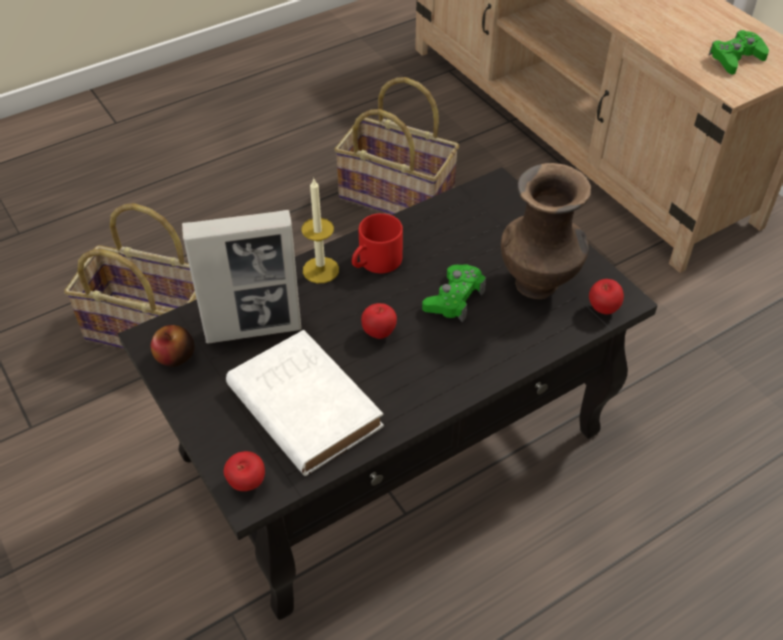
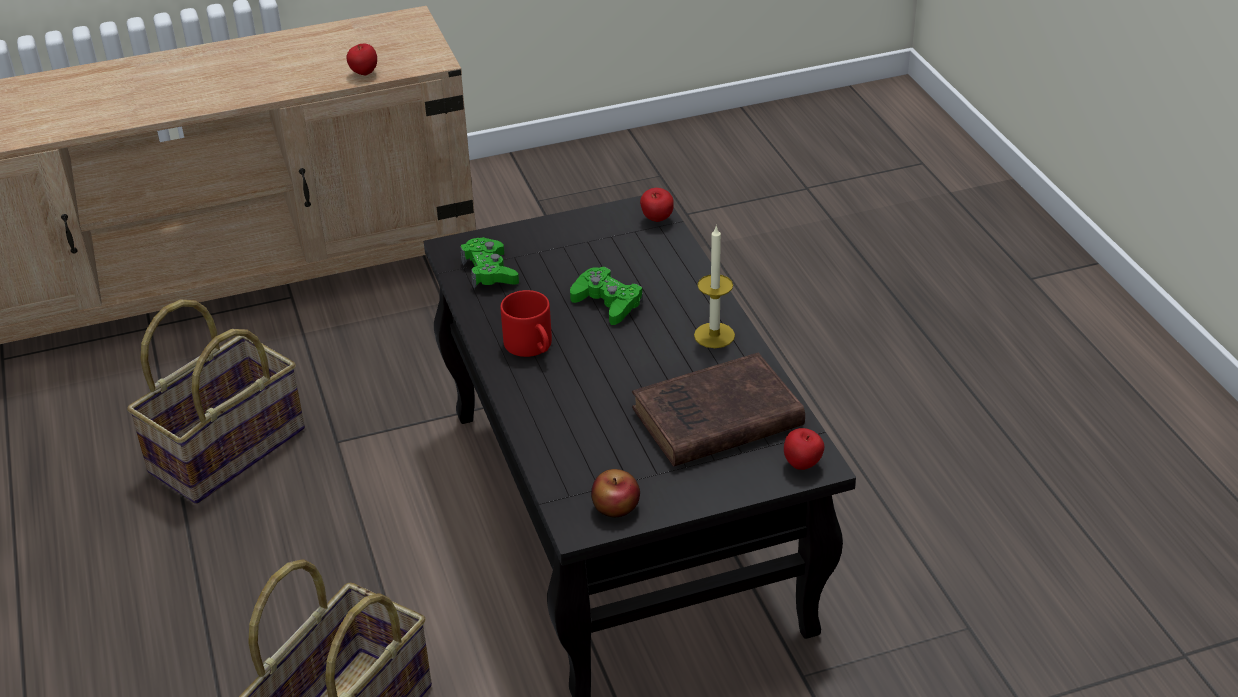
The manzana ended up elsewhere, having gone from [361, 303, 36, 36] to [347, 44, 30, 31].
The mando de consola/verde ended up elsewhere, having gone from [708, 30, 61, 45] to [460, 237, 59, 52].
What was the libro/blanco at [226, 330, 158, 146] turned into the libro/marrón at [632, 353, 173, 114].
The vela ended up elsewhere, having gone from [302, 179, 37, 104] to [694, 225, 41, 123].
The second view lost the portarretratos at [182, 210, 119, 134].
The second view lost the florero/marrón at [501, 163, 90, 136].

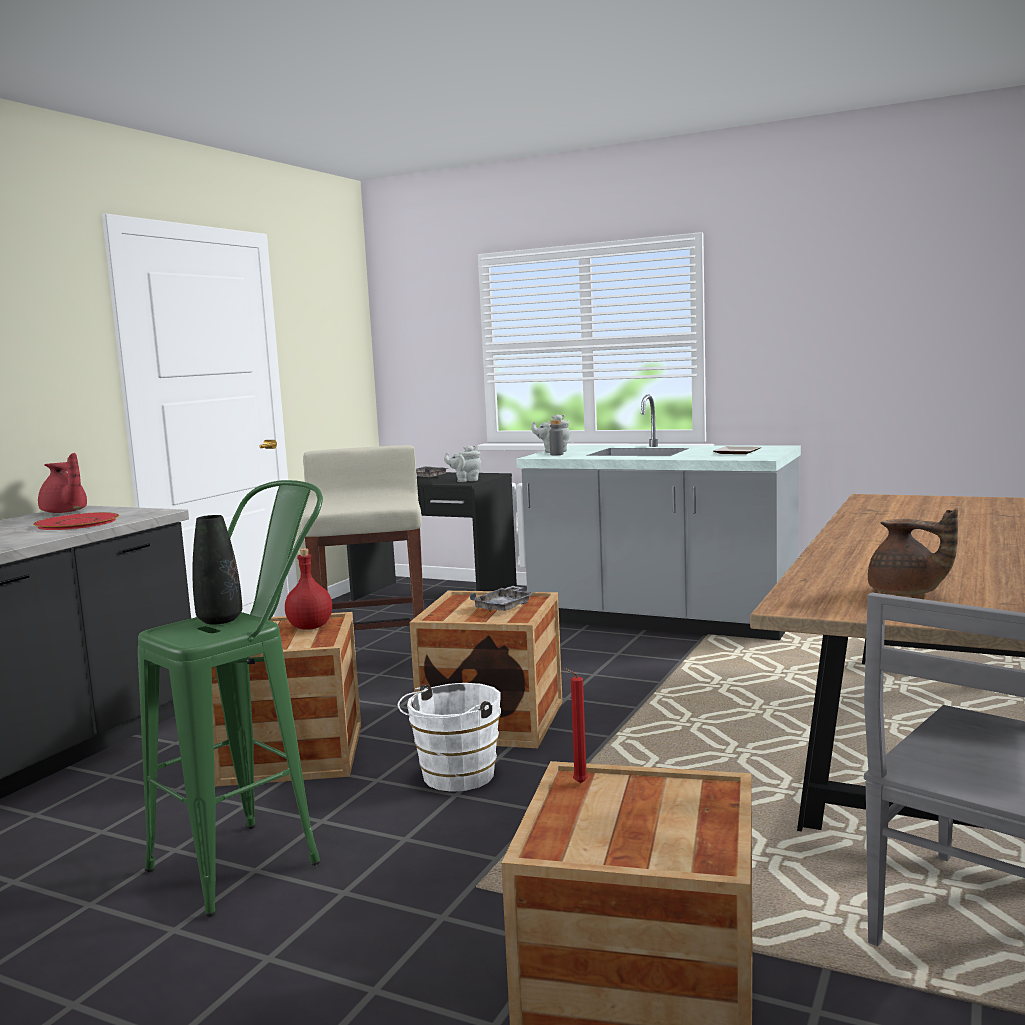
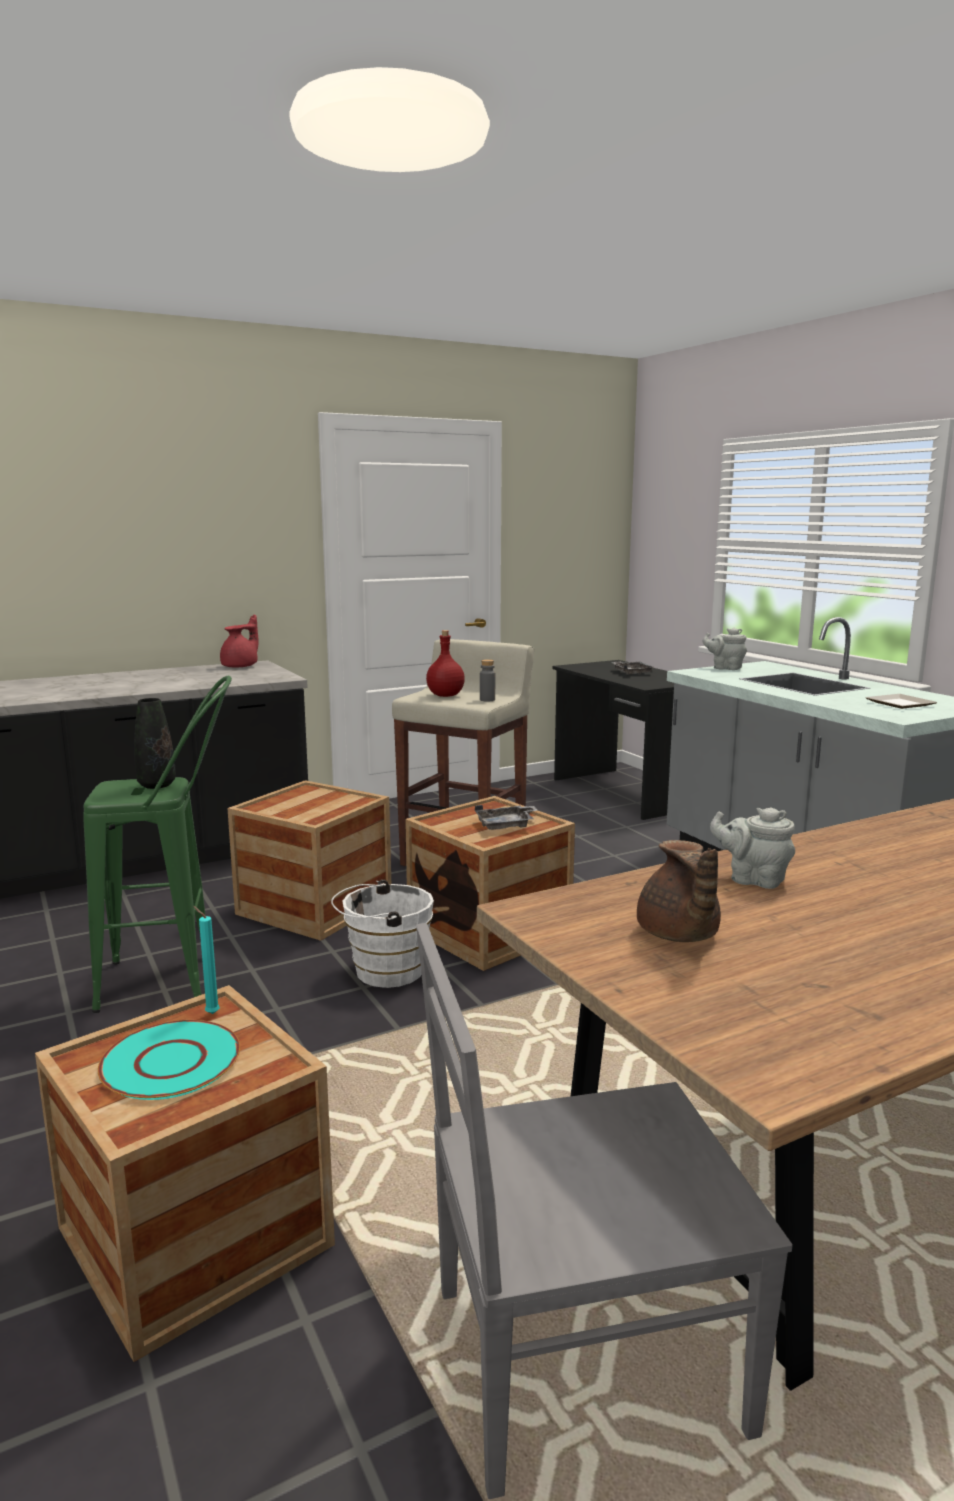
The second view gained the plato/turquesa at [98, 1020, 142, 80].
What was the vela/rojo at [564, 668, 24, 115] turned into the vela/turquesa at [193, 906, 27, 108].
The tetera/rojo at [38, 453, 49, 60] ended up facing another way, 135 degrees counterclockwise from before.
The botella/rojo ended up elsewhere, having gone from [285, 548, 47, 82] to [426, 630, 39, 67].
The botella/gris ended up elsewhere, having gone from [549, 420, 15, 35] to [480, 659, 15, 43].
The tetera/gris ended up elsewhere, having gone from [444, 445, 38, 37] to [710, 807, 85, 82].
The second view lost the plato/rojo at [33, 512, 86, 18].

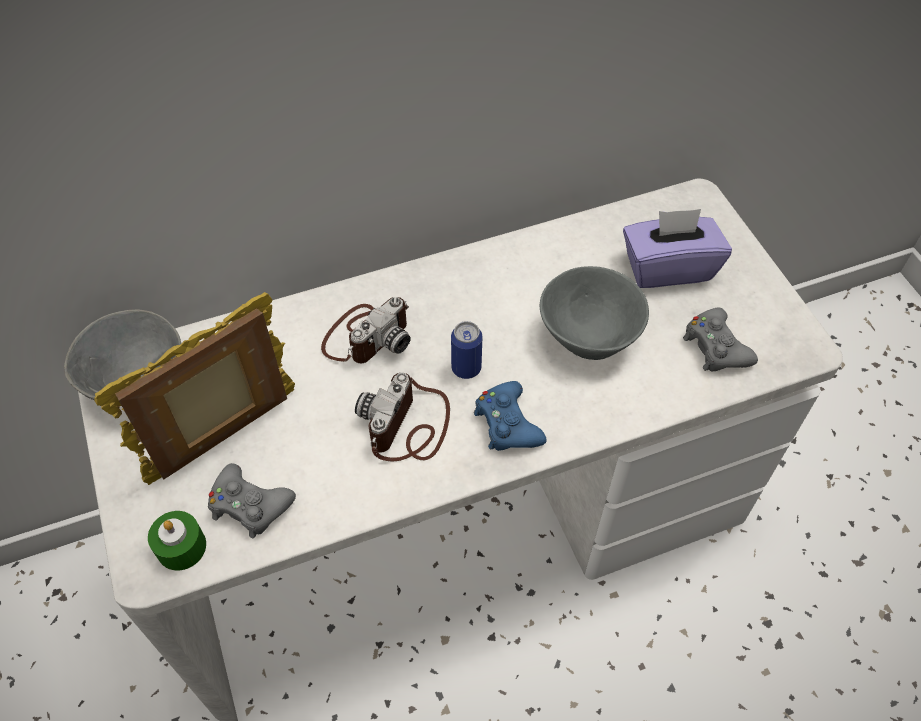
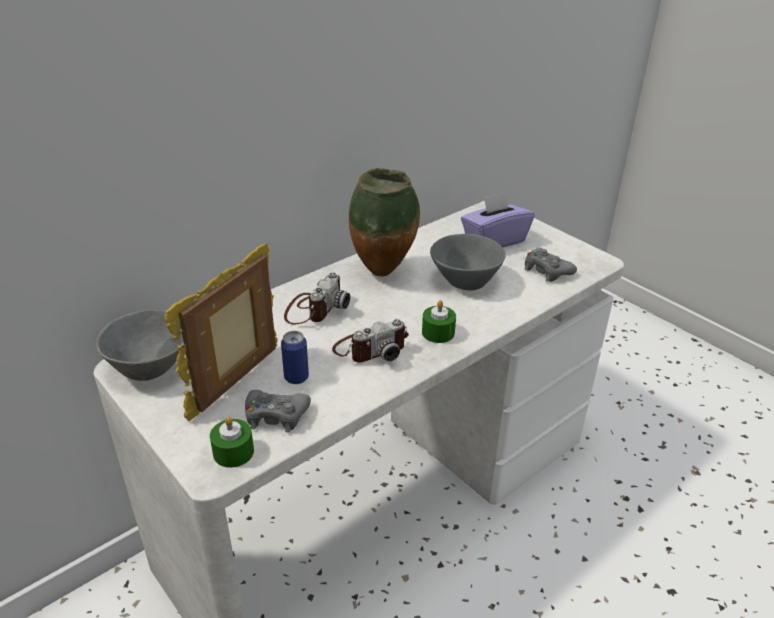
The lata ended up elsewhere, having gone from [451, 321, 31, 58] to [281, 331, 28, 53].
The cámara at [355, 373, 95, 88] ended up facing another way, 120 degrees counterclockwise from before.
The second view gained the florero at [349, 168, 71, 109].
Where the mando de consola/azul stood at [474, 381, 72, 70], the vela/verde came to stand at [422, 300, 34, 43].

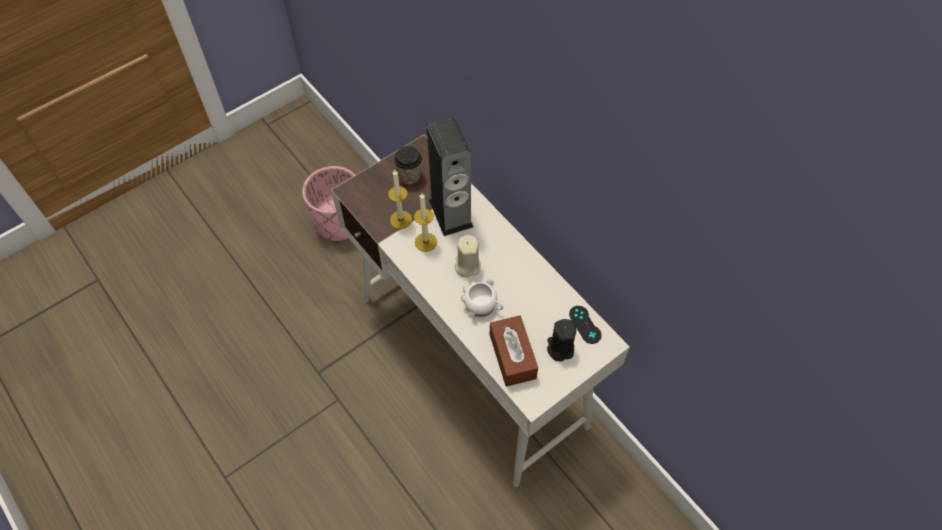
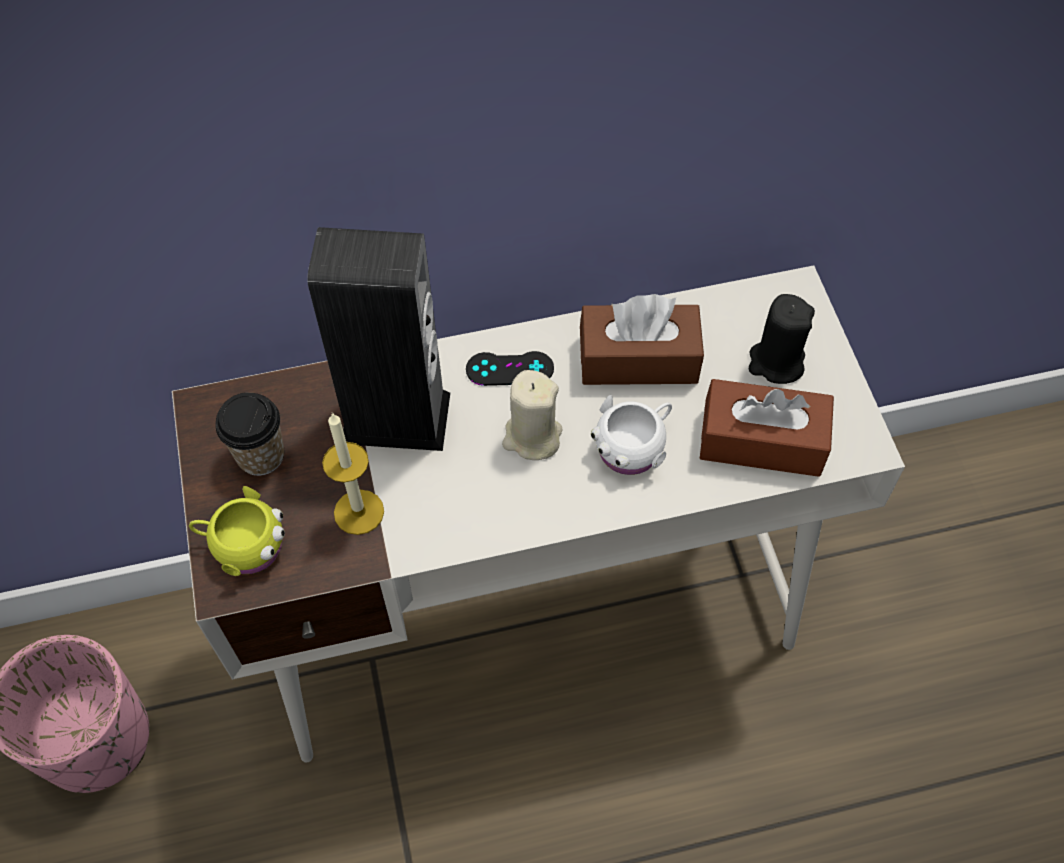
The second view gained the taza grande/amarillo at [189, 486, 96, 90].
The mando de consola/negro ended up elsewhere, having gone from [569, 306, 33, 38] to [466, 351, 88, 35].
The second view gained the caja de pañuelos/marrón at [580, 294, 124, 91].
The second view lost the vela at [414, 193, 23, 59].

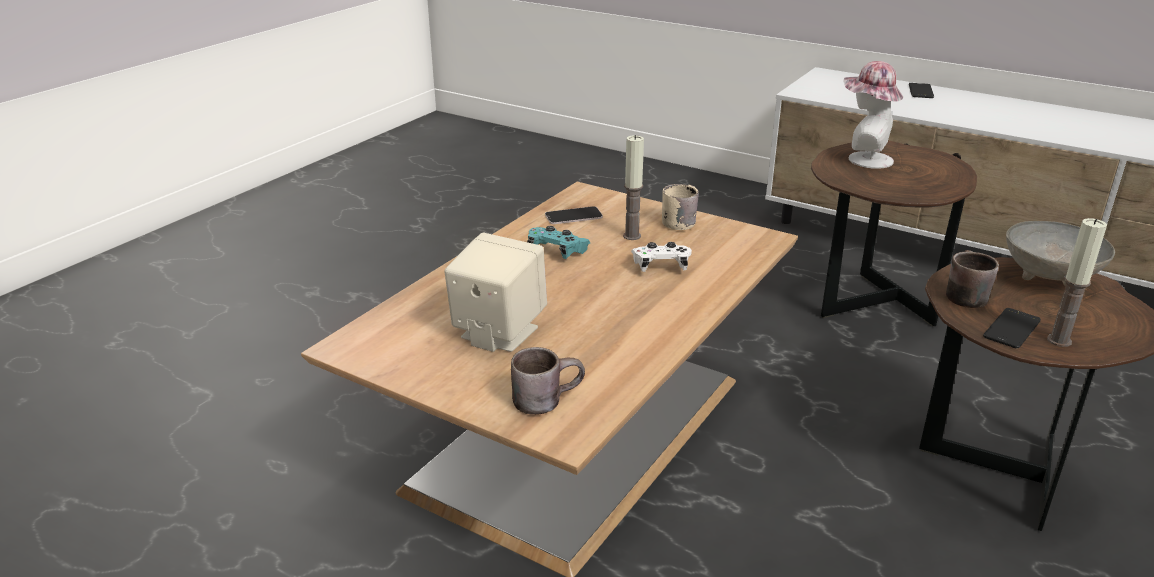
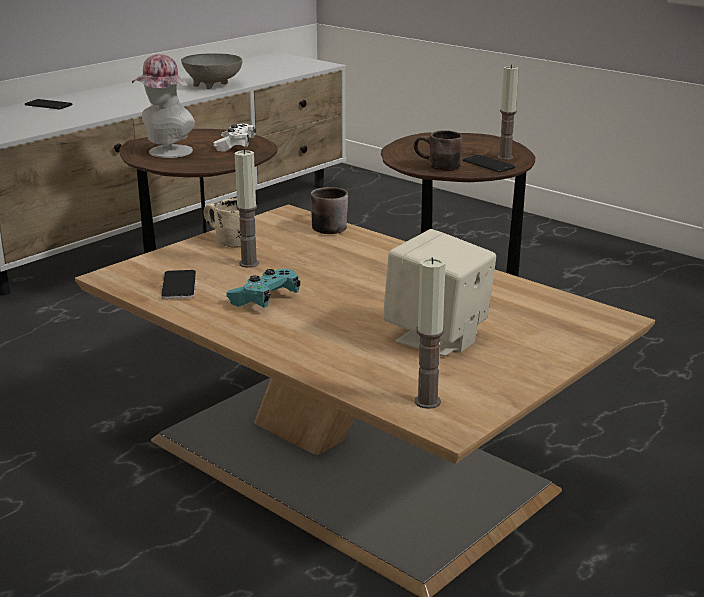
The cuenco/gris ended up elsewhere, having gone from [1006, 221, 109, 65] to [181, 53, 62, 36].
The mando de consola/blanco ended up elsewhere, having gone from [631, 242, 61, 30] to [213, 124, 43, 28].
The taza grande/marrón ended up elsewhere, having gone from [511, 347, 74, 68] to [310, 187, 38, 47].
The second view gained the vela at [415, 257, 31, 152].

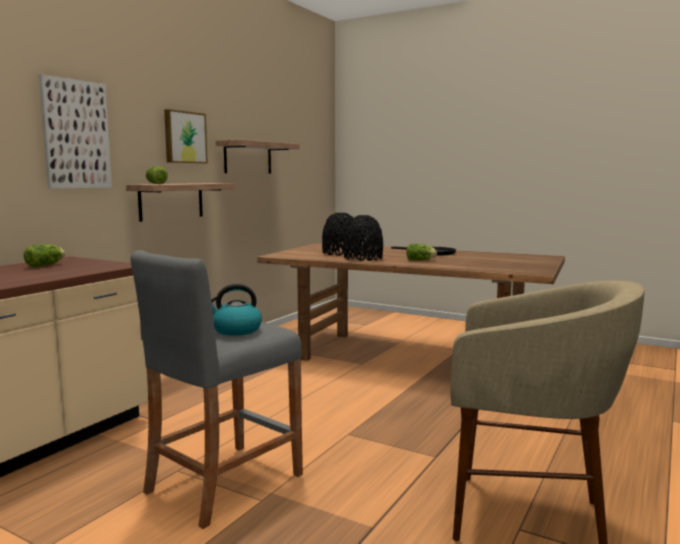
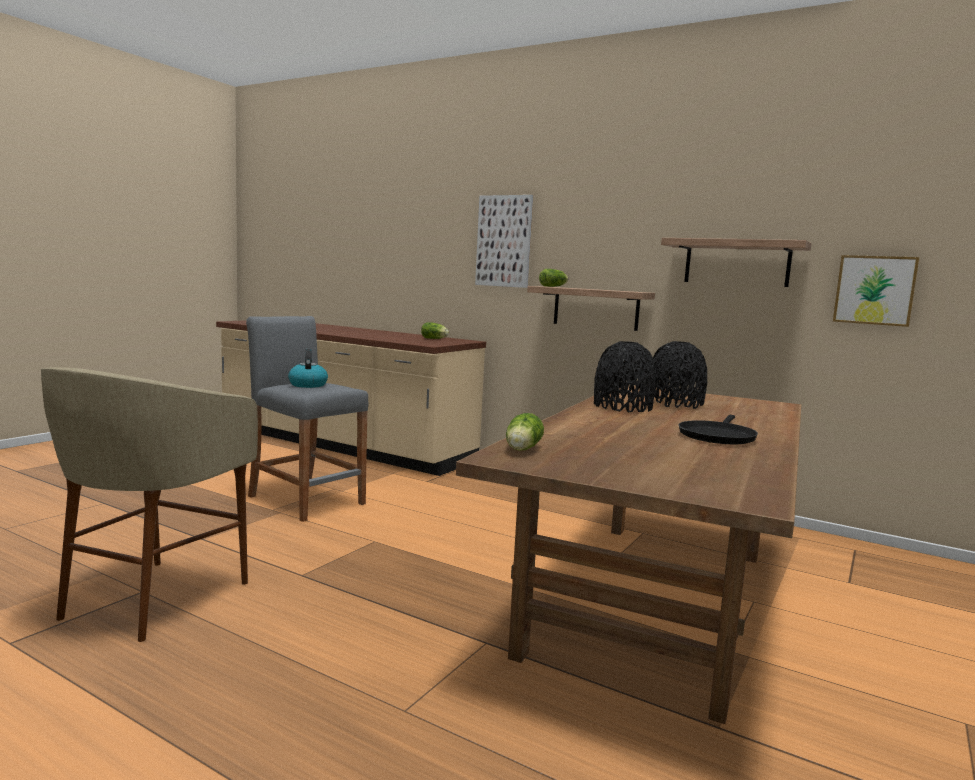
The lechuga ended up elsewhere, having gone from [407, 244, 30, 16] to [506, 413, 38, 38].
The cuadro ended up elsewhere, having gone from [164, 109, 44, 55] to [833, 255, 86, 72].

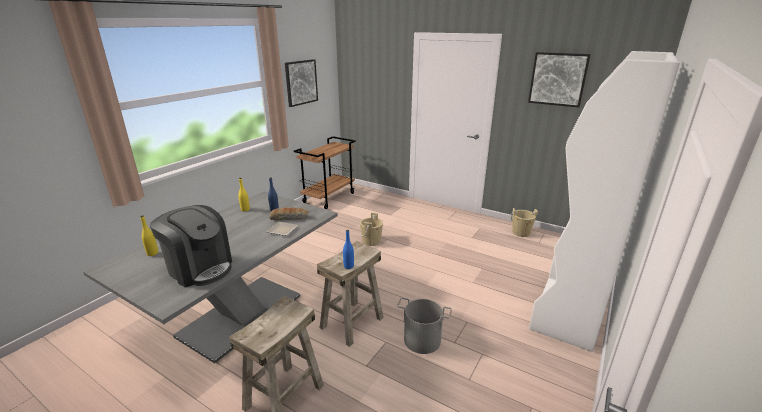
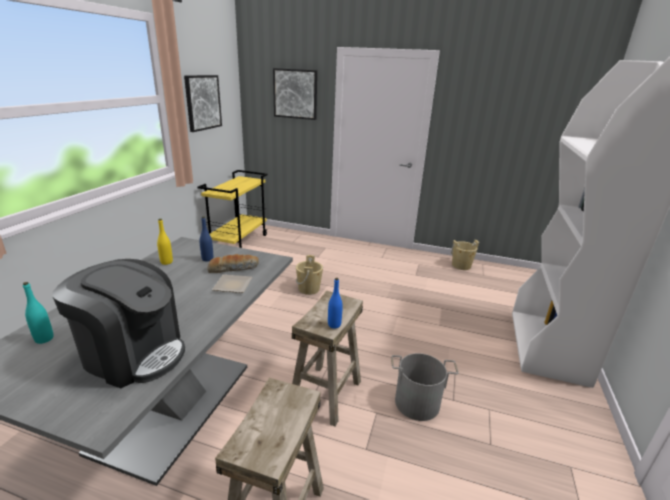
What was the botella/amarillo at [140, 216, 18, 40] turned into the botella/turquesa at [23, 282, 31, 62].
What was the carrito/marrón at [294, 136, 62, 73] turned into the carrito/amarillo at [197, 170, 71, 78].
The cuadro ended up elsewhere, having gone from [528, 52, 63, 56] to [273, 68, 44, 52].

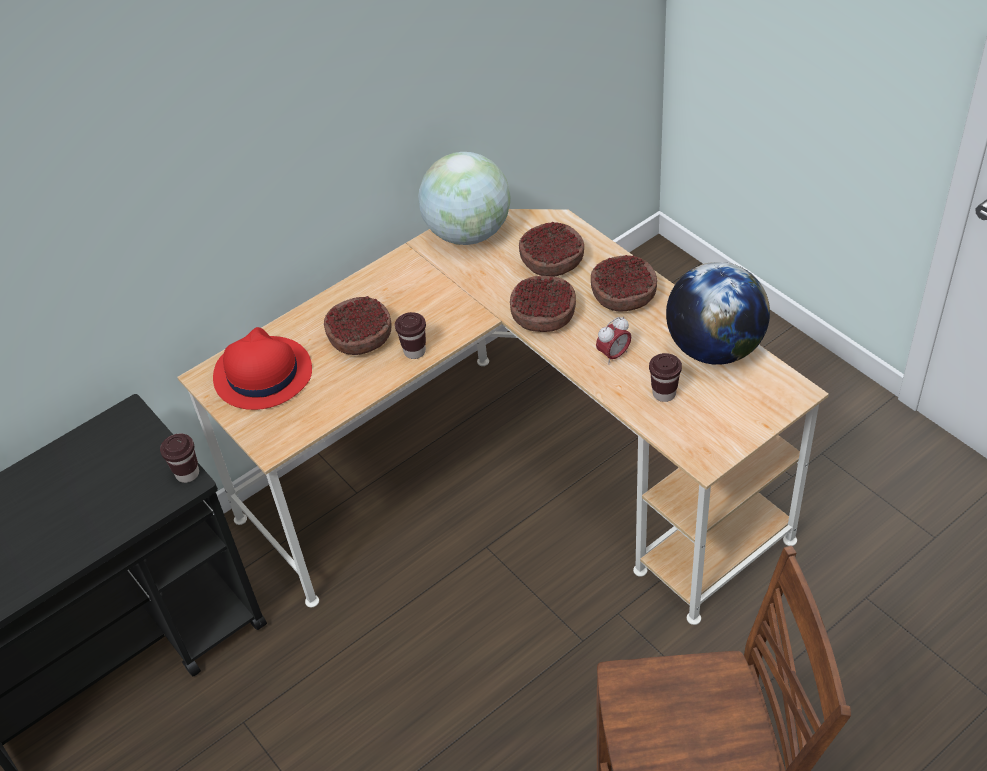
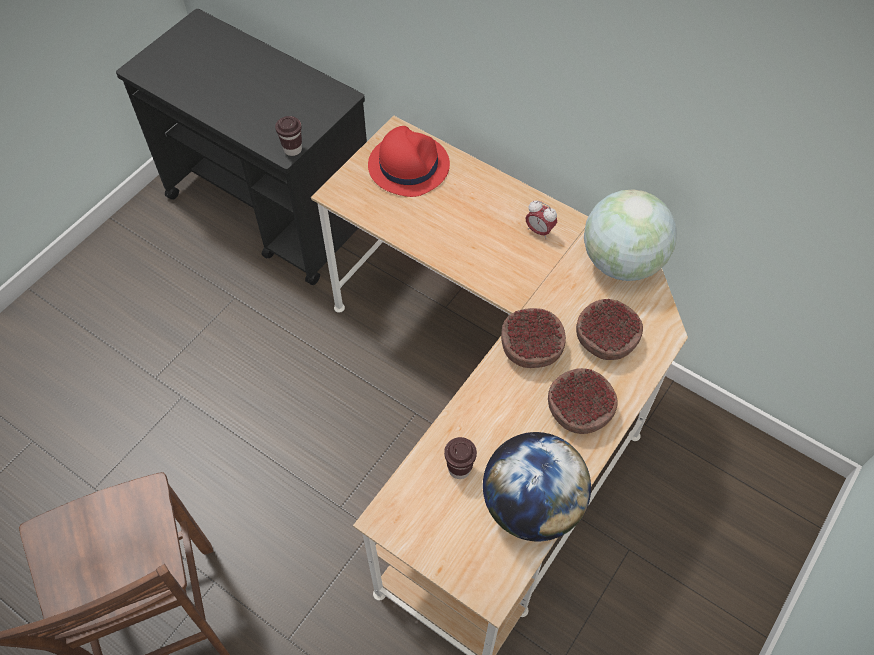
The despertador ended up elsewhere, having gone from [596, 317, 35, 48] to [525, 201, 32, 38].
The second view lost the cuenco at [324, 296, 68, 59].
The second view lost the taza/marrón at [395, 312, 31, 47].

